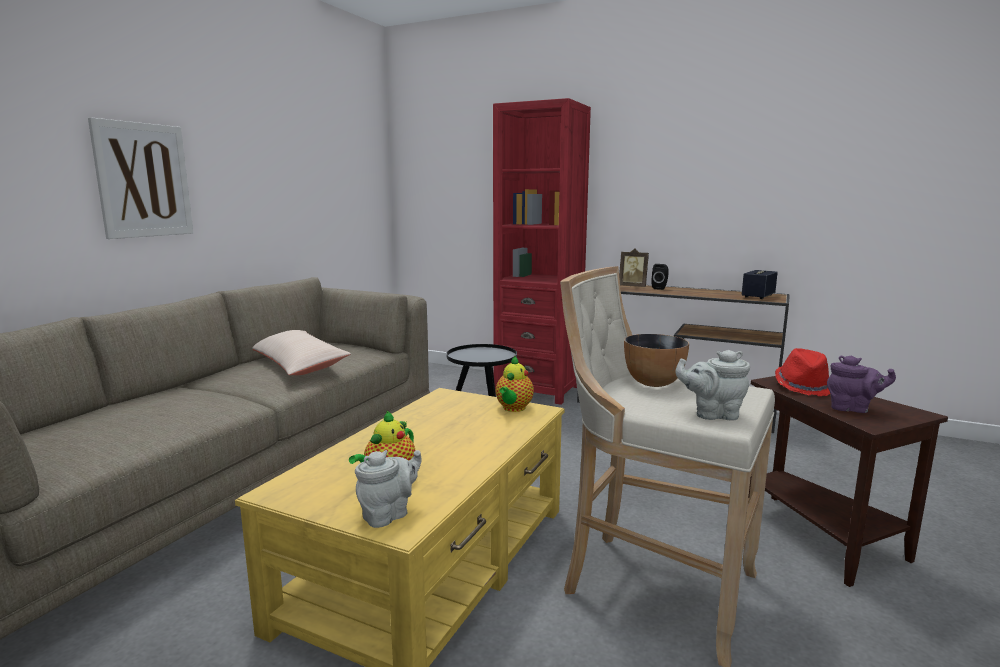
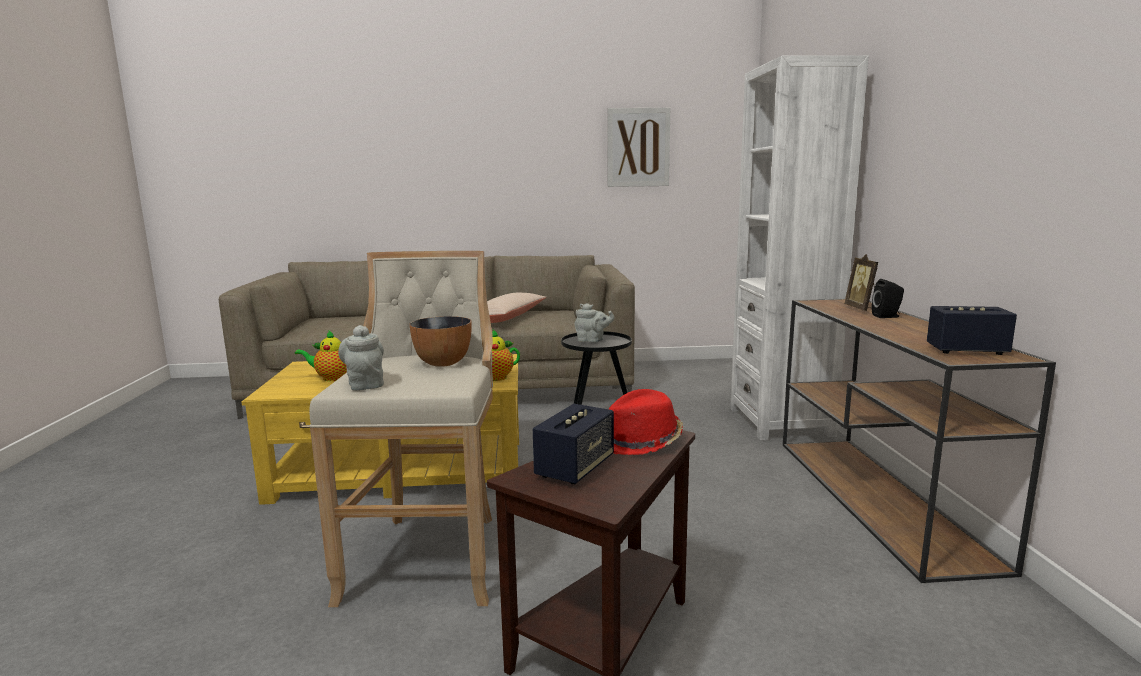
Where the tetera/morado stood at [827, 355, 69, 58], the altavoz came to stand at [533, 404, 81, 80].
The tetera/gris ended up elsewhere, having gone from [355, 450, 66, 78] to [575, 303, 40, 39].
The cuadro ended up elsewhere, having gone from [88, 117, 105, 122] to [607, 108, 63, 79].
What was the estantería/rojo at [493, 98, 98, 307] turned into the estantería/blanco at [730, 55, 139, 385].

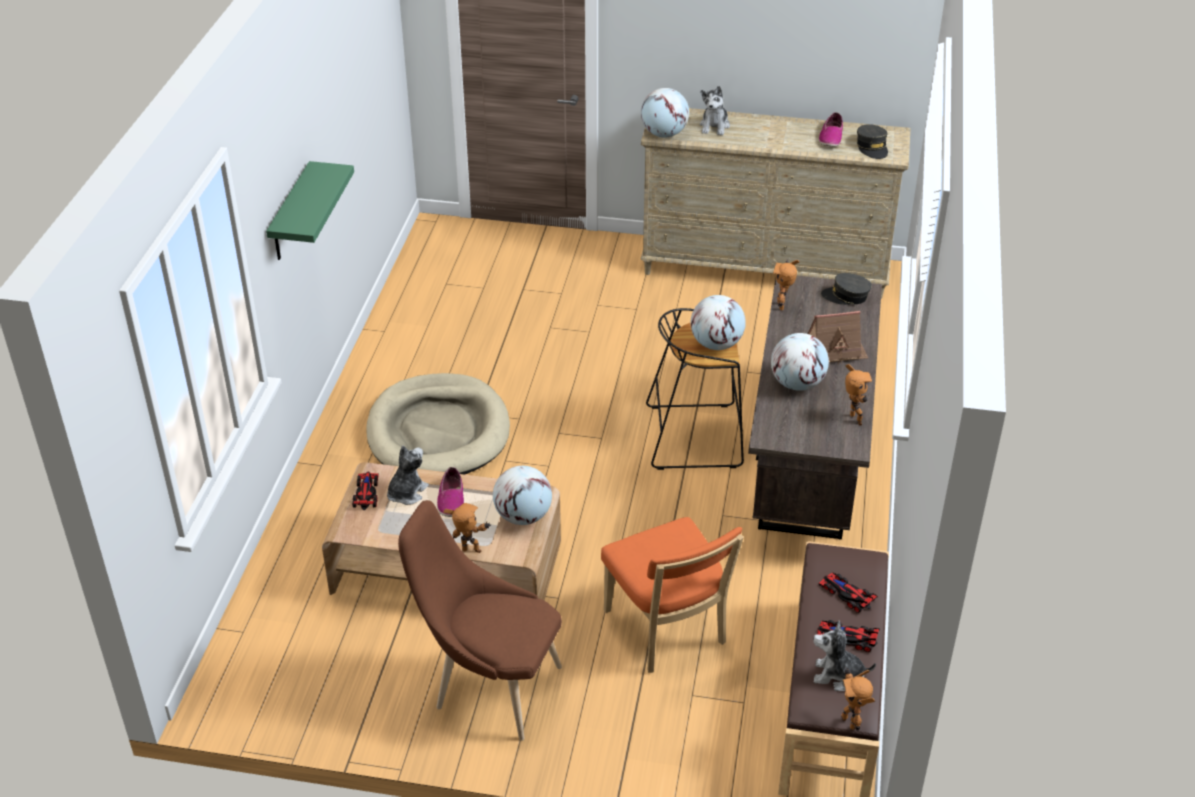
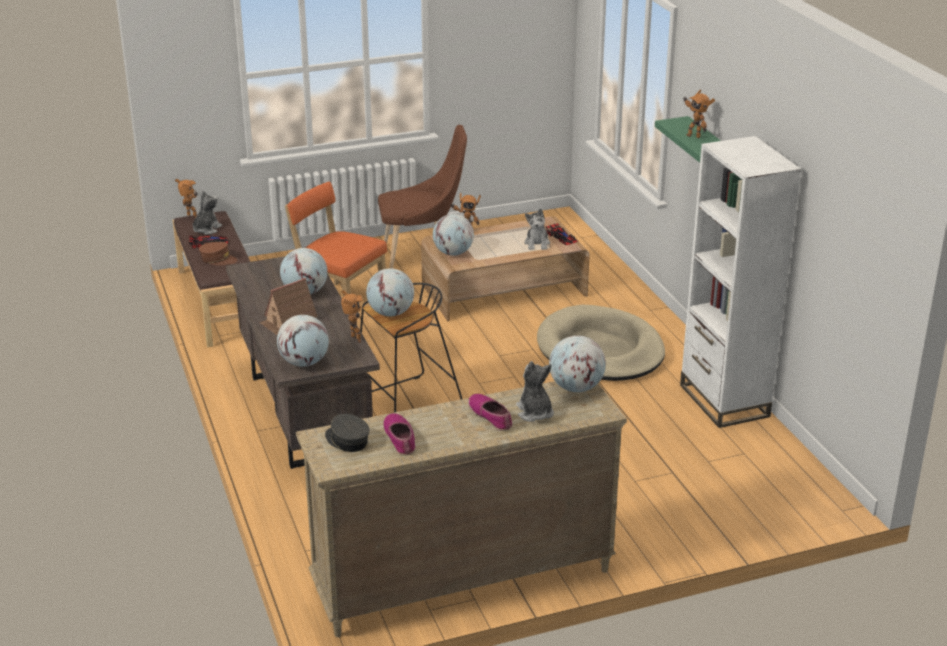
The peluche at [813, 621, 63, 70] ended up facing another way, 45 degrees counterclockwise from before.
Where the coche de juguete stood at [818, 572, 60, 41], the gorra/marrón came to stand at [199, 242, 39, 23].
Where the gorra/gris stood at [821, 273, 51, 32], the globo terráqueo came to stand at [277, 315, 52, 52].
The zapato ended up elsewhere, having gone from [437, 467, 27, 50] to [468, 394, 45, 37].
The second view gained the estantería/blanco at [680, 136, 122, 292].
The robot de juguete ended up elsewhere, having gone from [845, 364, 27, 61] to [683, 90, 32, 48].

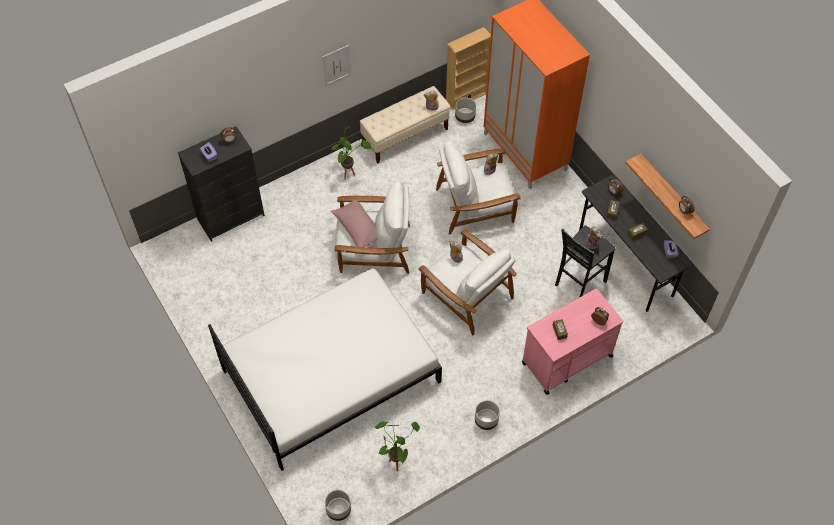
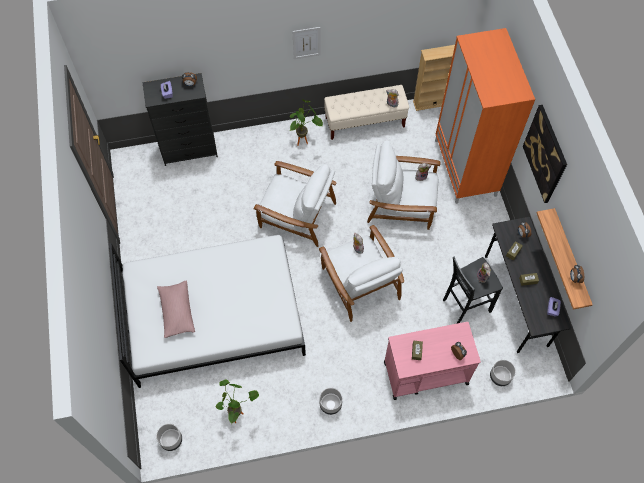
The cojín/rosa ended up elsewhere, having gone from [331, 200, 46, 47] to [157, 280, 38, 58].
The maceta/gris ended up elsewhere, having gone from [455, 98, 21, 25] to [490, 360, 26, 26].
The second view gained the cuadro at [523, 105, 44, 98].

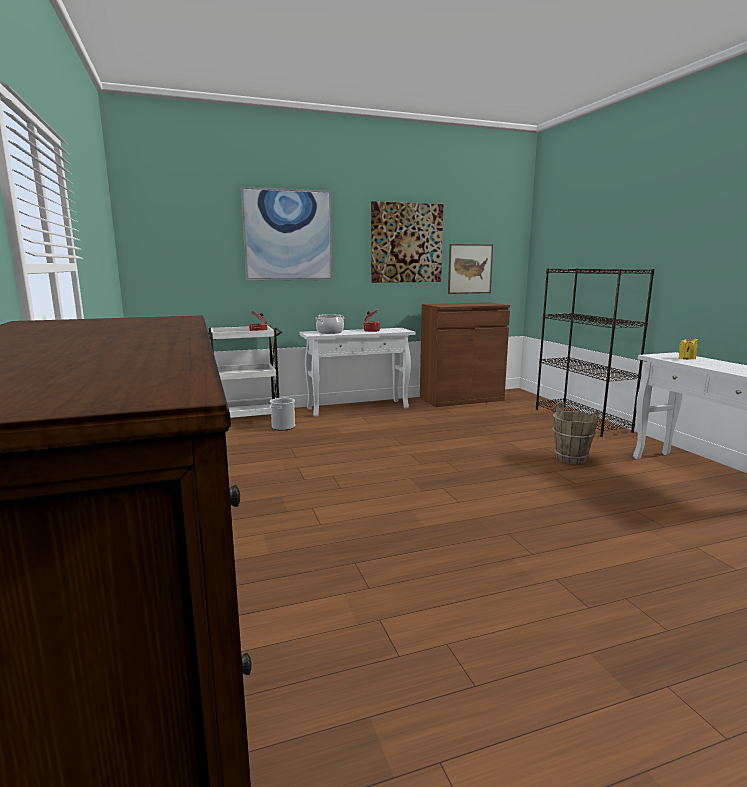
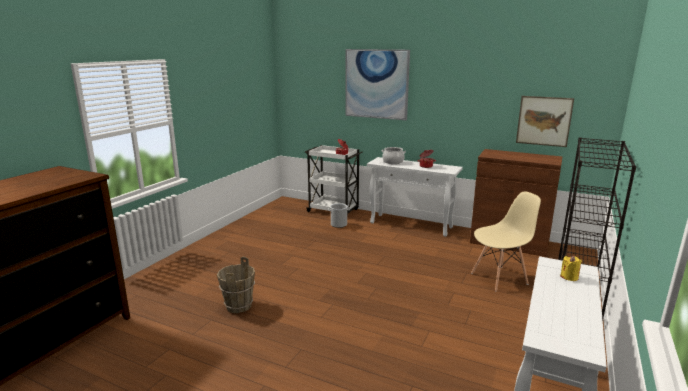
The cubo/marrón ended up elsewhere, having gone from [552, 402, 47, 62] to [217, 257, 38, 56].
The second view gained the silla/beis at [471, 191, 70, 101].
The second view lost the cuadro at [371, 201, 72, 82].

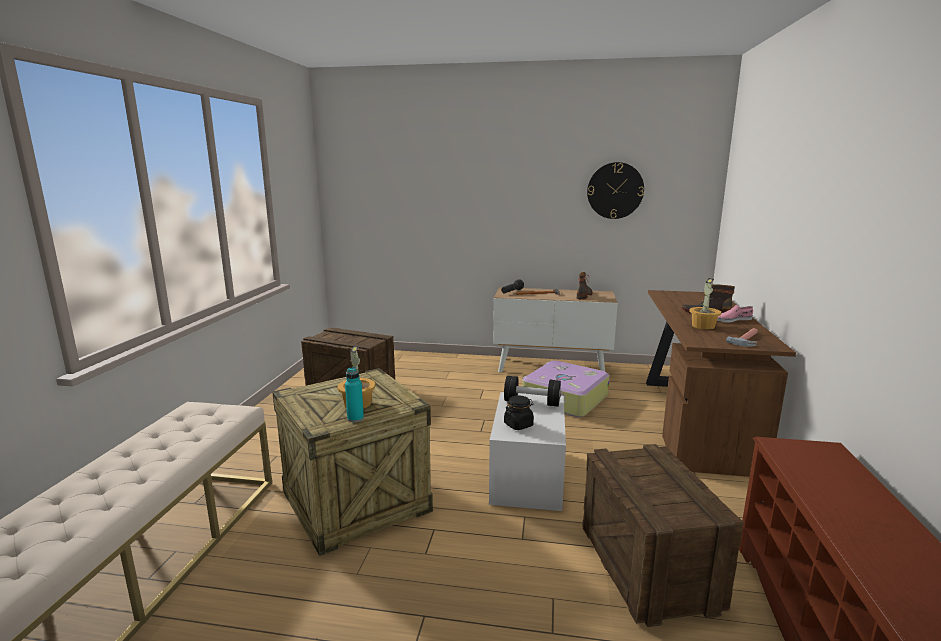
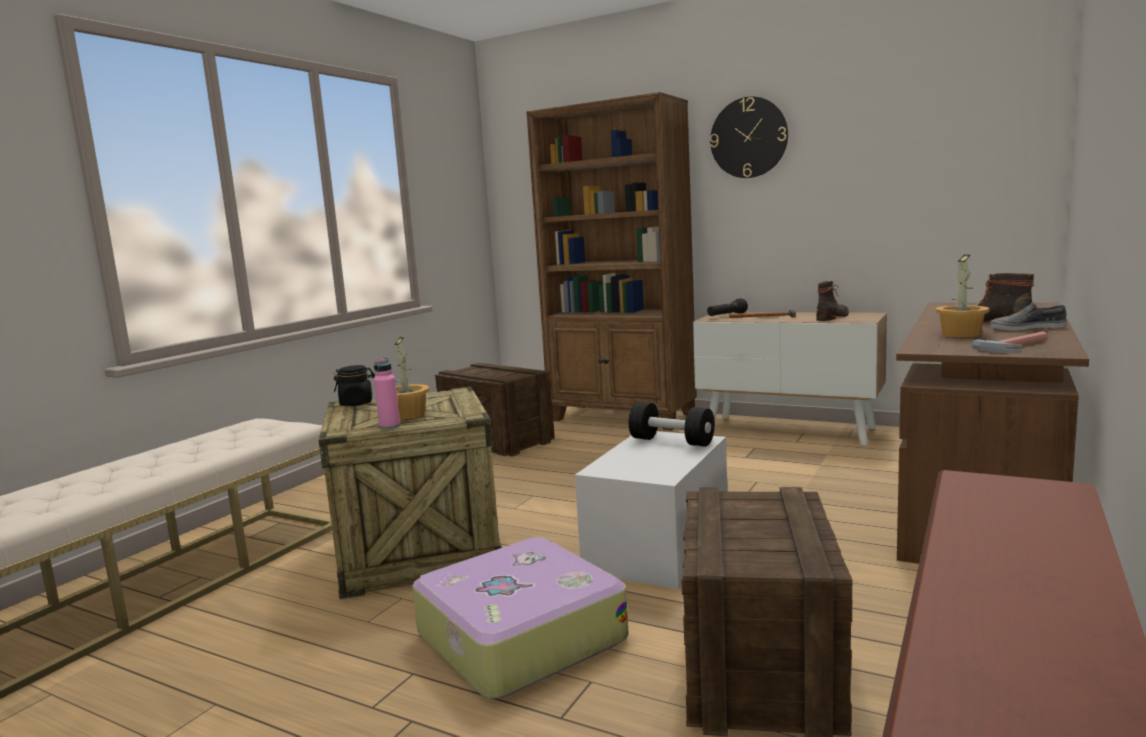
The tarro/negro ended up elsewhere, having gone from [504, 395, 30, 35] to [334, 365, 41, 41].
What was the botella/turquesa at [345, 367, 19, 55] turned into the botella/rosa at [374, 358, 26, 71].
The maleta ended up elsewhere, having gone from [522, 360, 88, 57] to [412, 537, 217, 162].
The second view gained the estantería/marrón at [526, 92, 171, 339].
The reloj de pared ended up elsewhere, having gone from [587, 162, 57, 57] to [710, 97, 78, 81].
What was the zapato/rosa at [717, 305, 36, 17] turned into the zapato/gris at [990, 302, 77, 28].

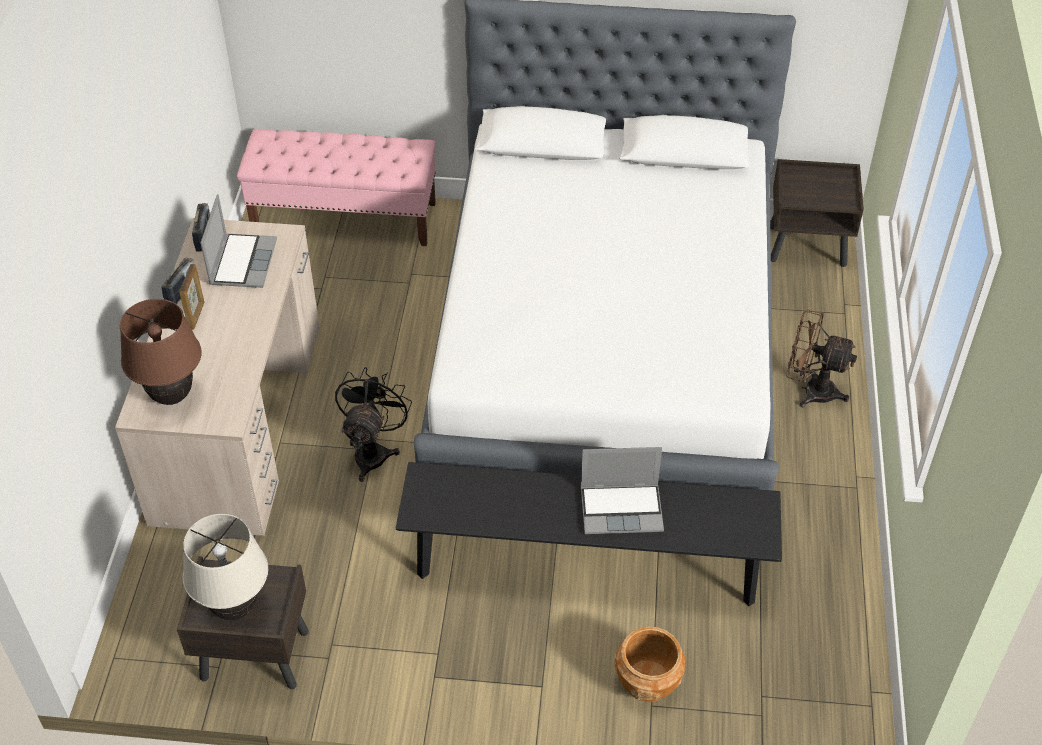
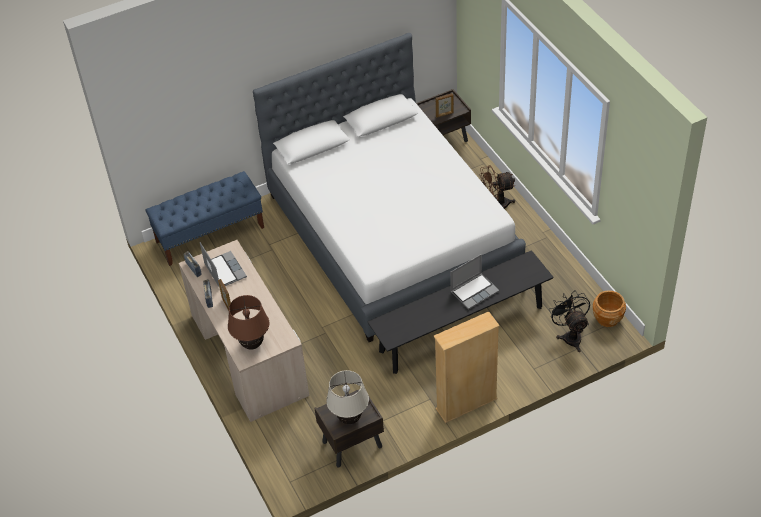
What was the banco/rosa at [237, 129, 199, 117] turned into the banco/azul at [146, 171, 118, 95].
The second view gained the estantería/beis at [433, 311, 67, 112].
The second view gained the portarretratos at [436, 93, 18, 25].
The ventilador/negro ended up elsewhere, having gone from [335, 367, 77, 115] to [549, 290, 41, 62].
The maceta/marrón ended up elsewhere, having gone from [614, 626, 71, 76] to [593, 290, 33, 37].

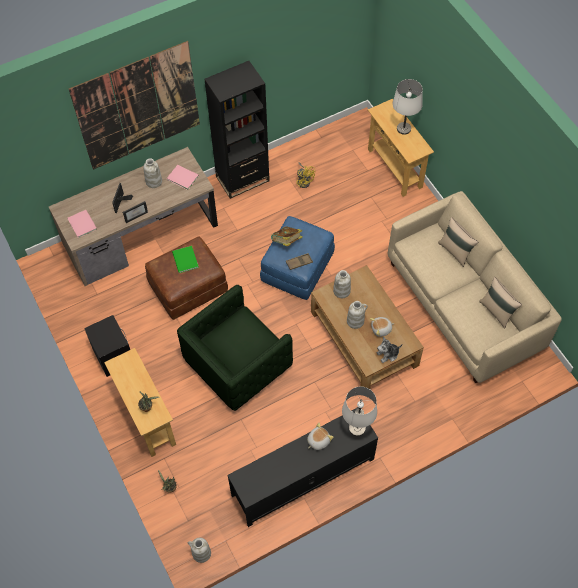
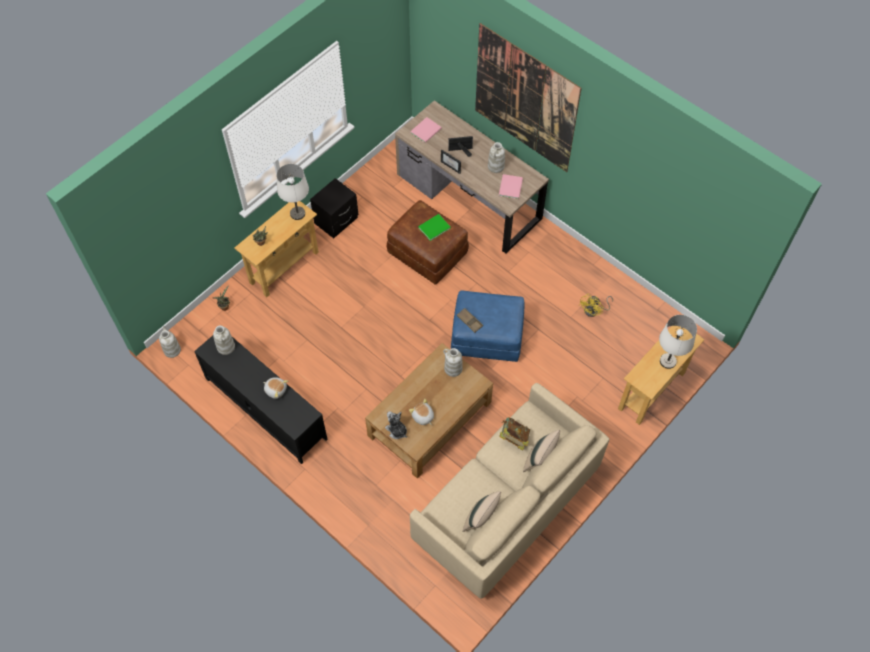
The florero/blanco ended up elsewhere, having gone from [347, 301, 21, 28] to [213, 325, 22, 30].
The lámpara de mesa/blanco ended up elsewhere, having gone from [342, 387, 35, 49] to [276, 164, 33, 56].
The libro ended up elsewhere, having gone from [271, 226, 32, 20] to [499, 417, 31, 34].
The second view lost the sillón/verde at [177, 285, 116, 126].
The second view lost the estantería/negro at [204, 61, 66, 138].

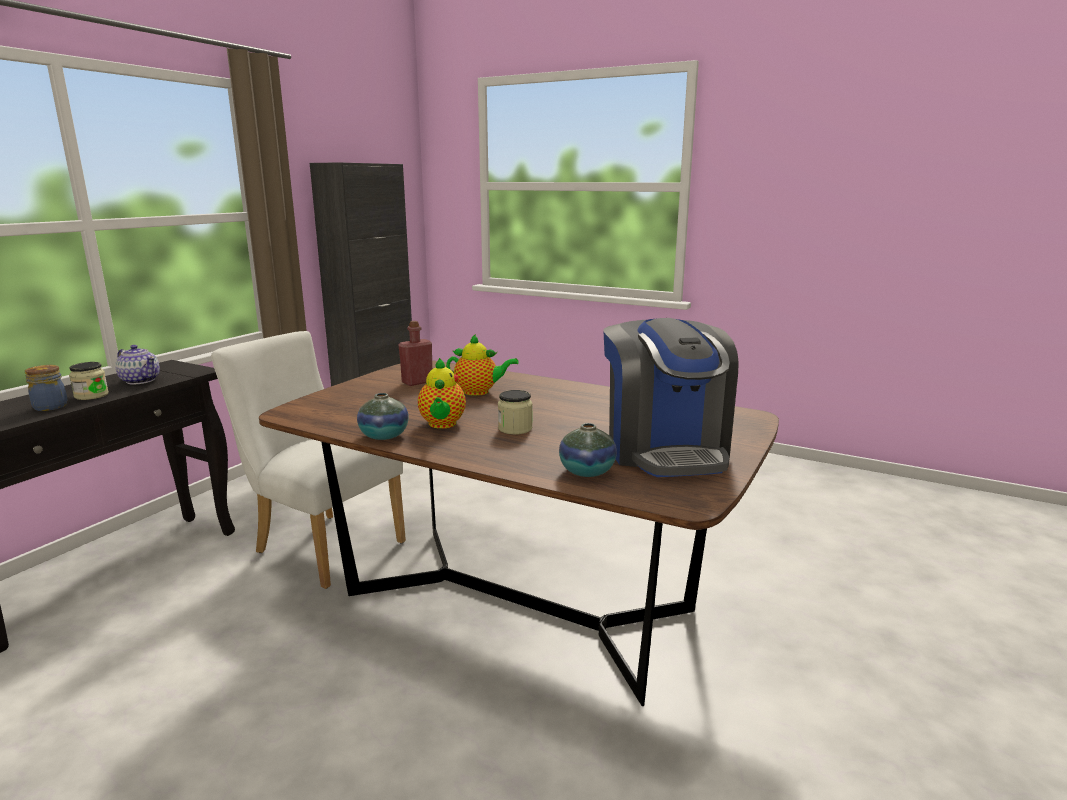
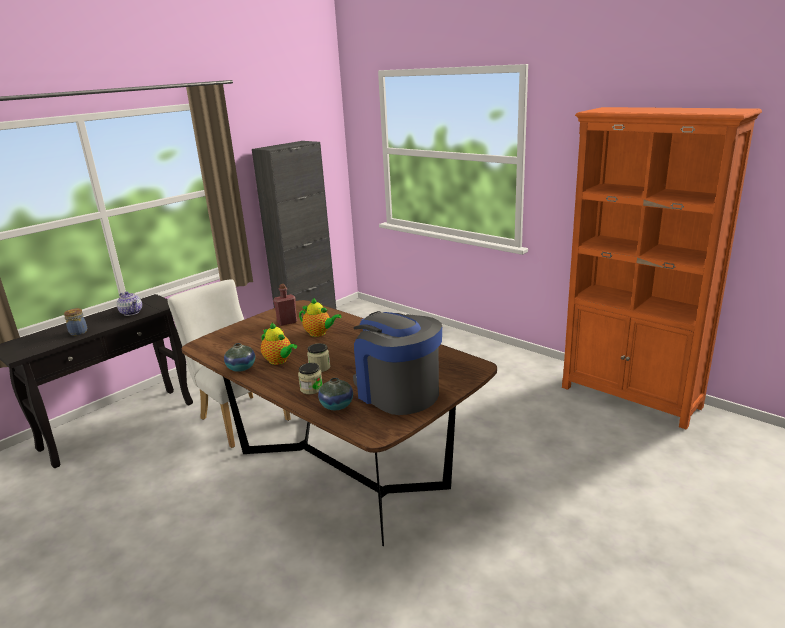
The tetera at [418, 358, 48, 71] ended up facing another way, 60 degrees counterclockwise from before.
The tarro ended up elsewhere, having gone from [69, 362, 40, 38] to [298, 363, 25, 31].
The cafetera at [603, 318, 136, 159] ended up facing another way, 135 degrees clockwise from before.
The second view gained the estantería/naranja at [562, 107, 200, 323].

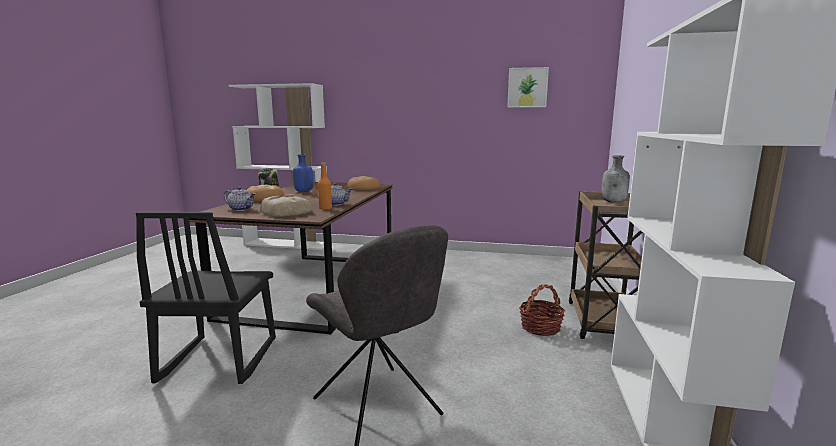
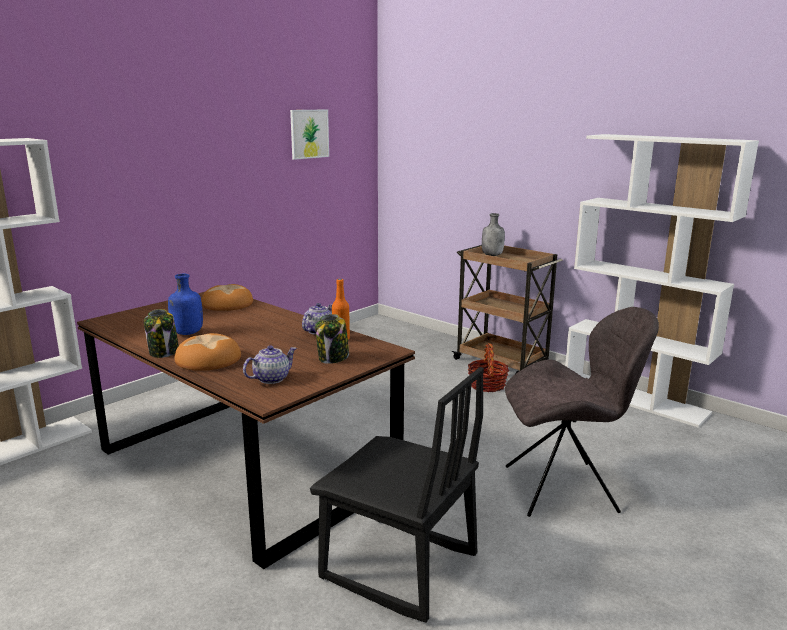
Where the pan stood at [260, 195, 53, 22], the tarro came to stand at [315, 314, 34, 50].

